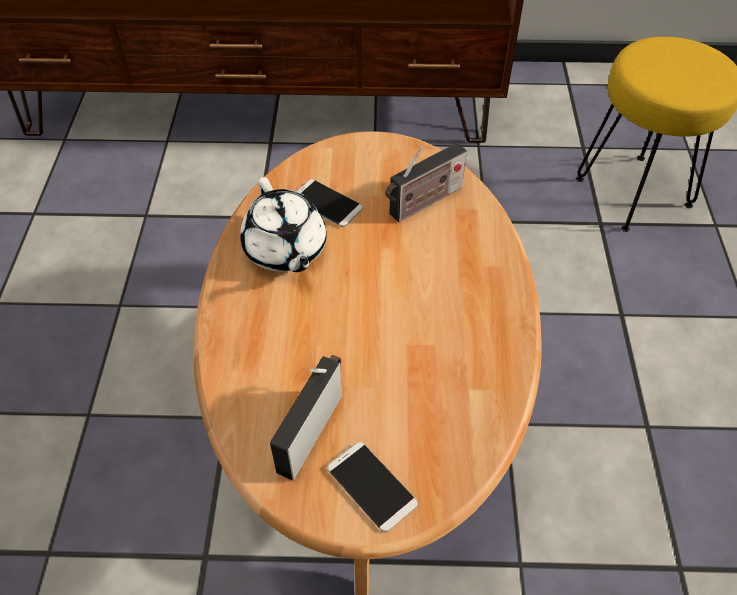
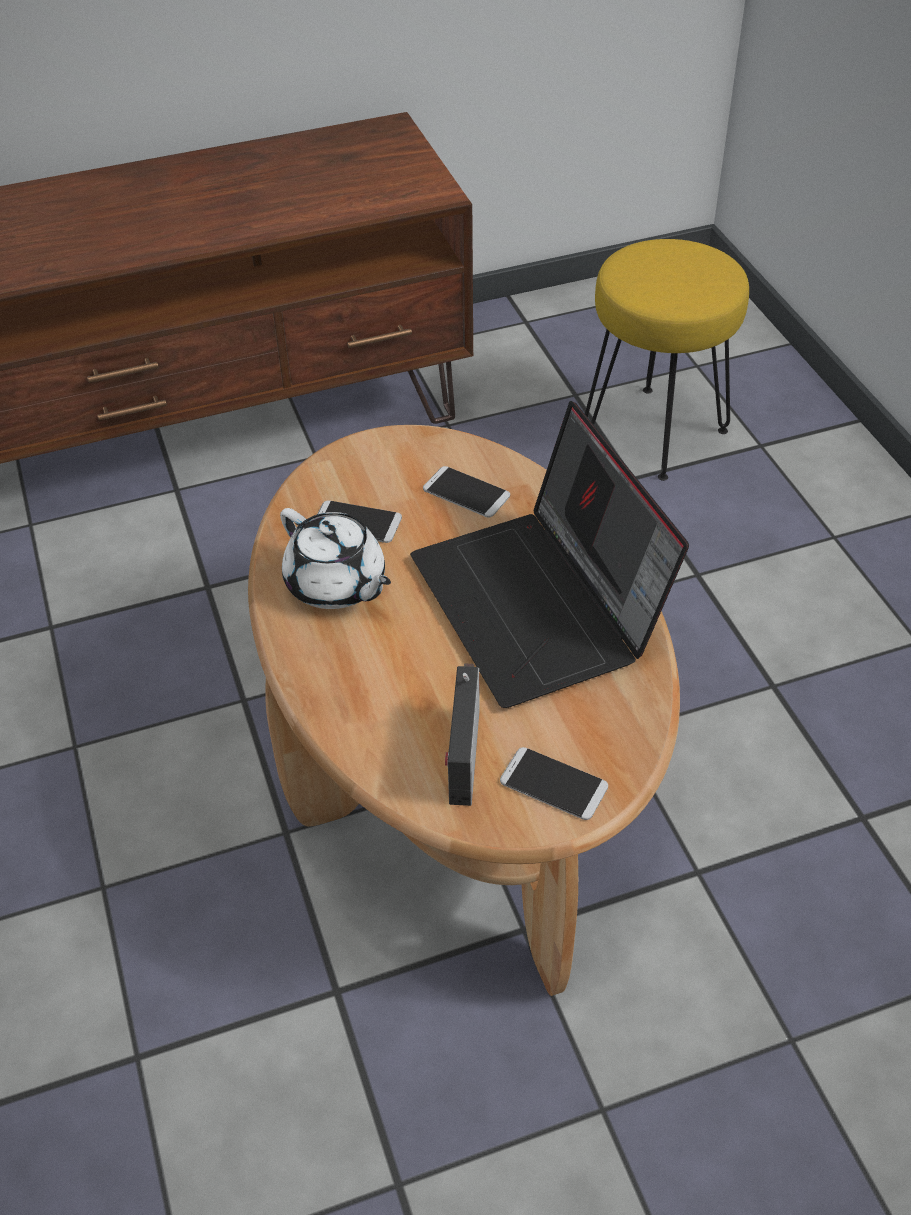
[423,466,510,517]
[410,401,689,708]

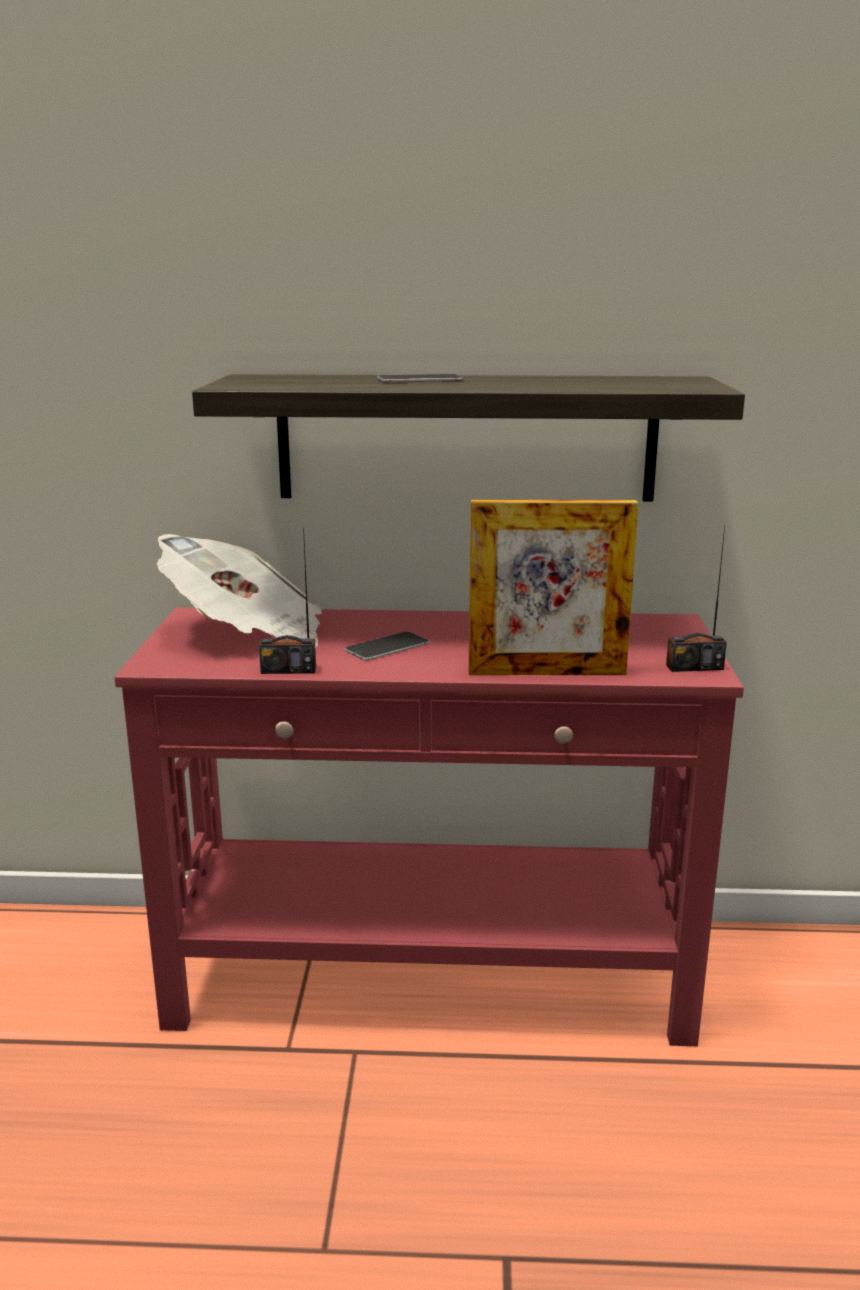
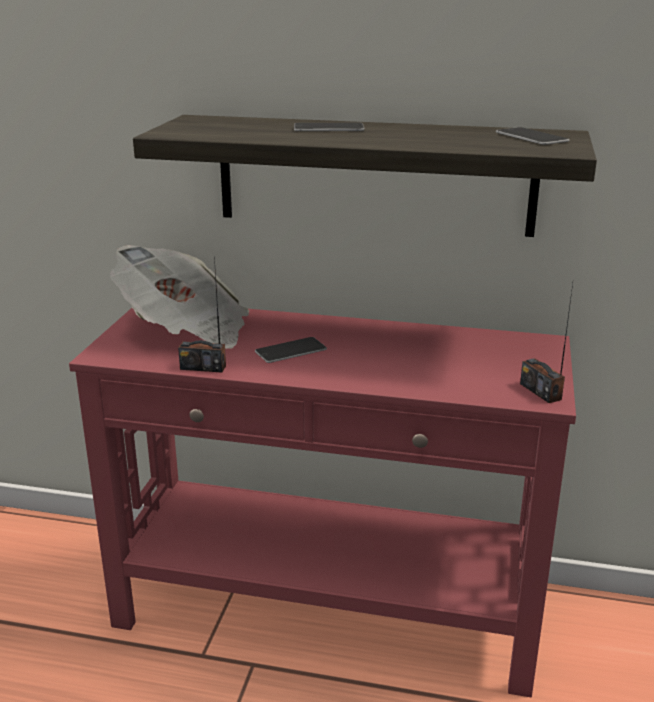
[469,500,638,675] (first image)
[520,284,573,403]
[496,127,569,145]

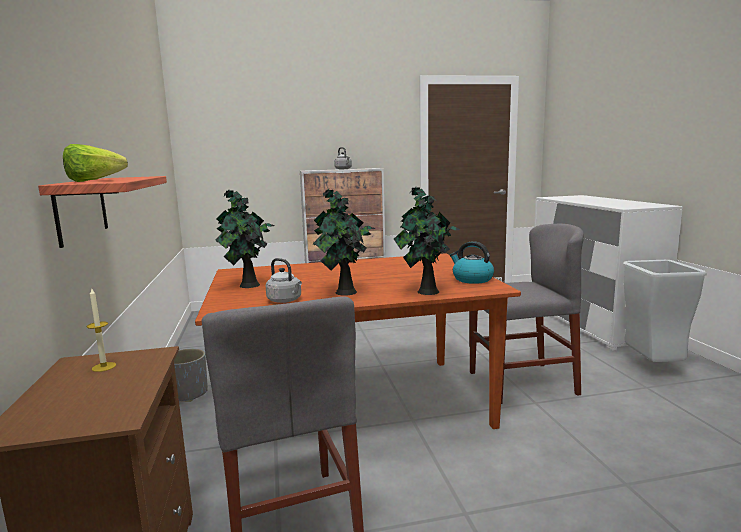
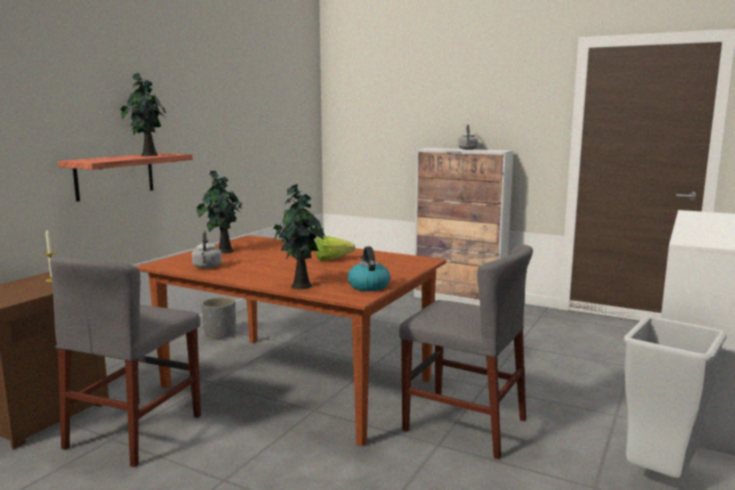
[315,236,355,261]
[120,73,166,156]

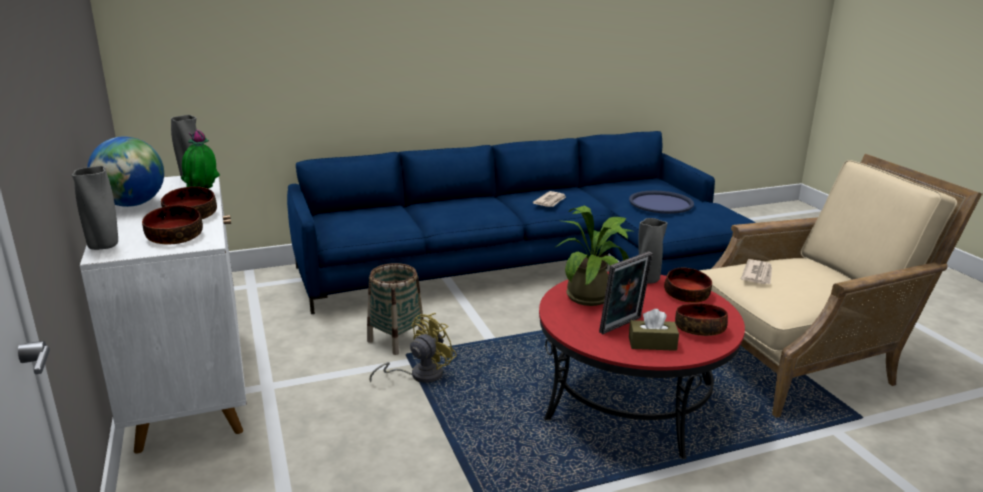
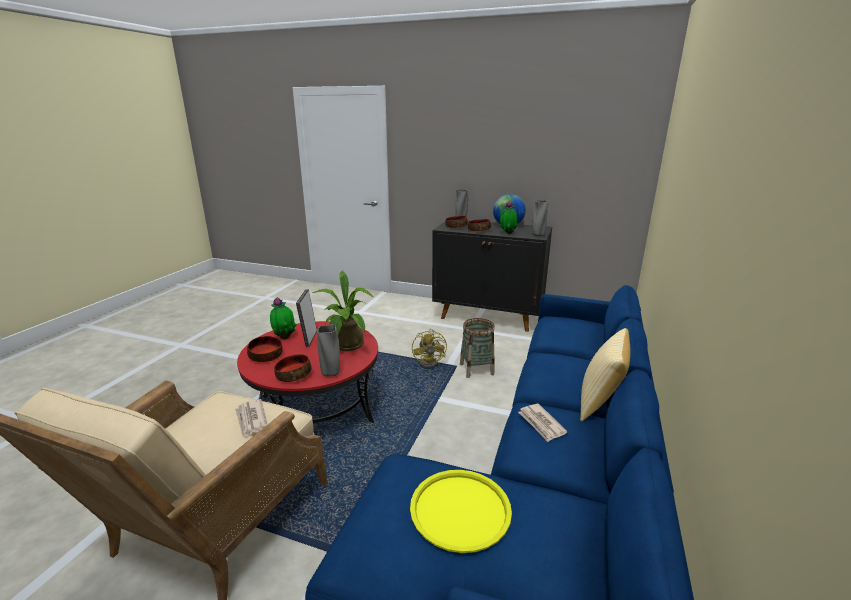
[432,220,552,332]
[410,470,512,553]
[270,297,297,339]
[580,328,631,421]

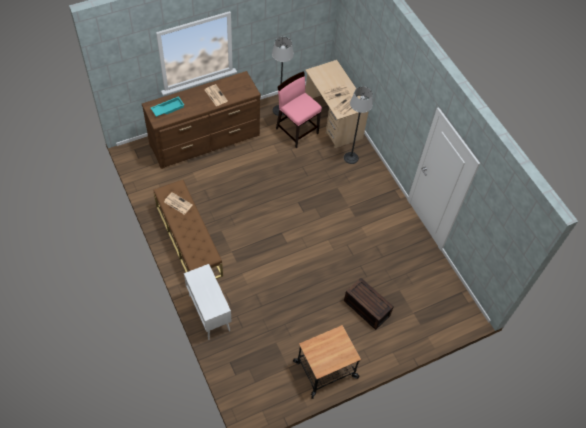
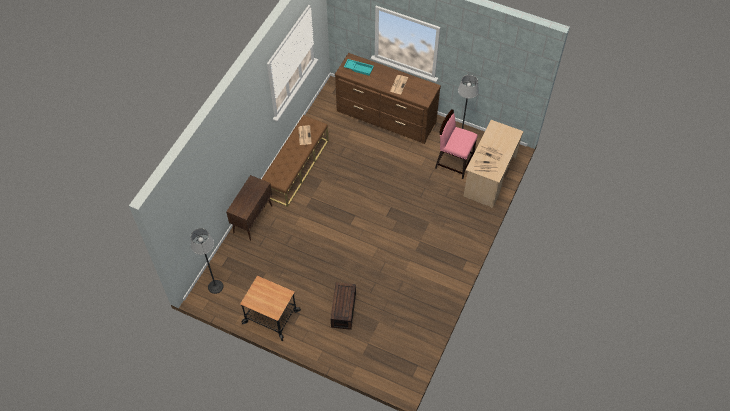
[226,175,272,241]
[435,109,478,179]
[191,228,224,294]

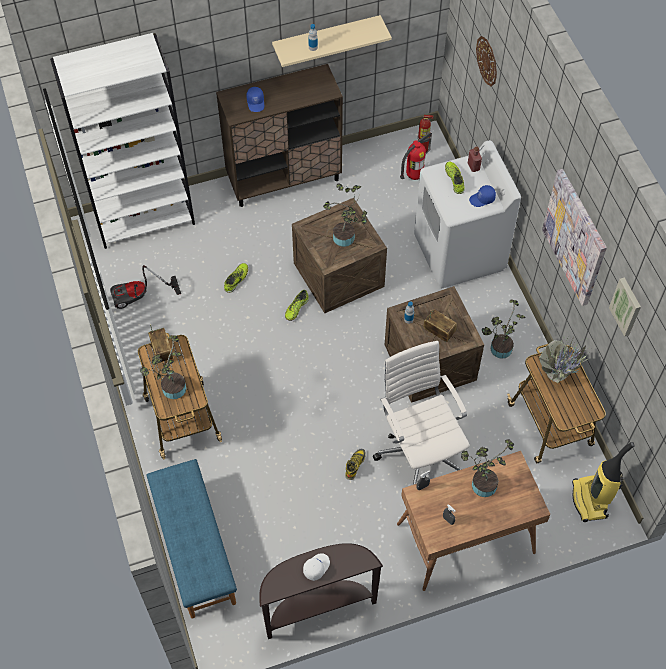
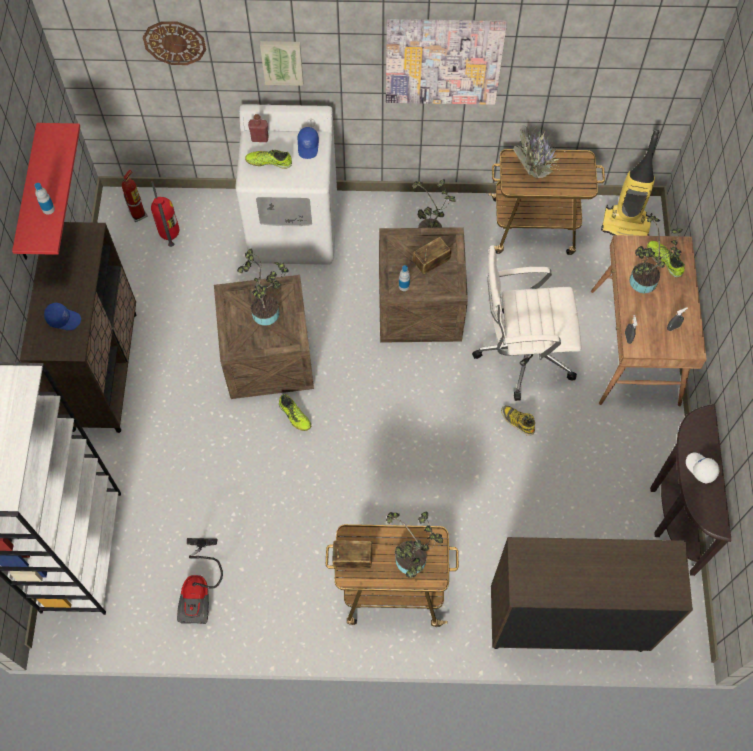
[491,537,693,652]
[647,241,685,277]
[12,123,80,260]
[260,41,303,86]

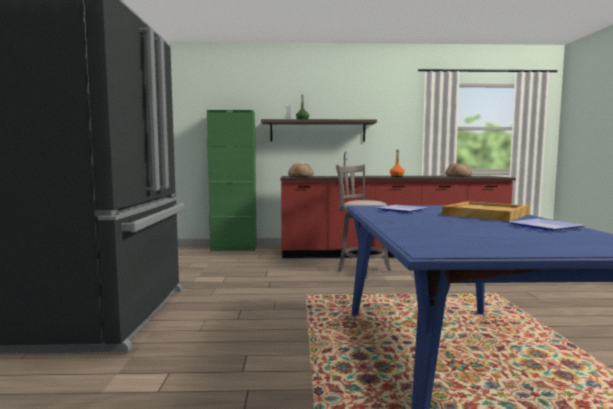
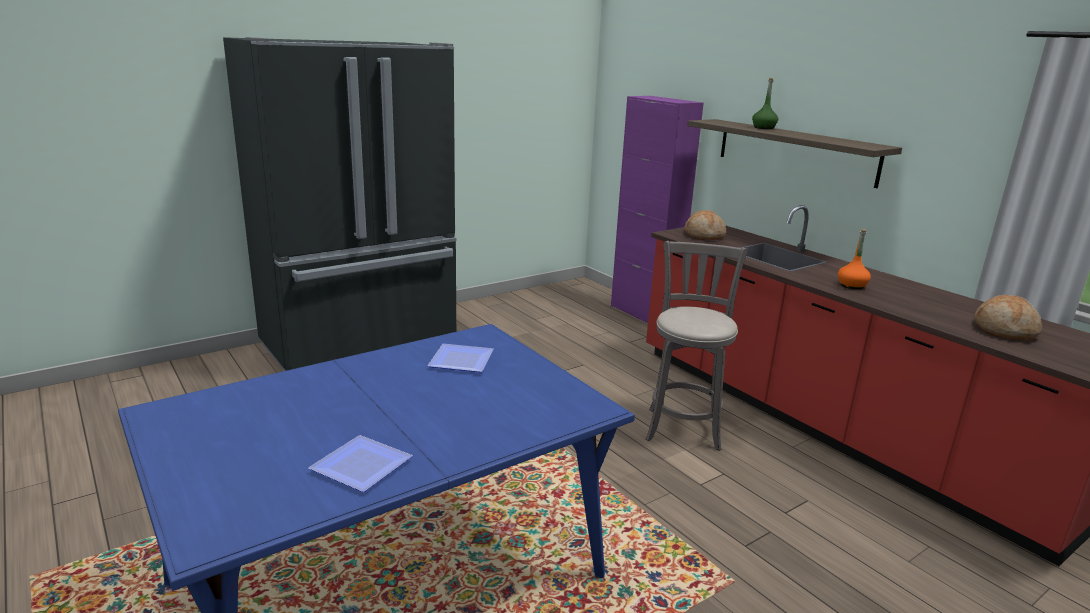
[611,96,704,323]
[442,201,529,221] (first image)

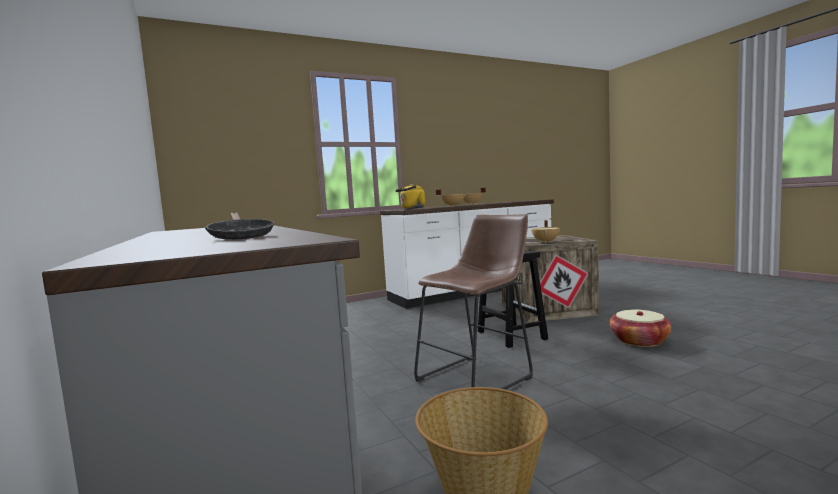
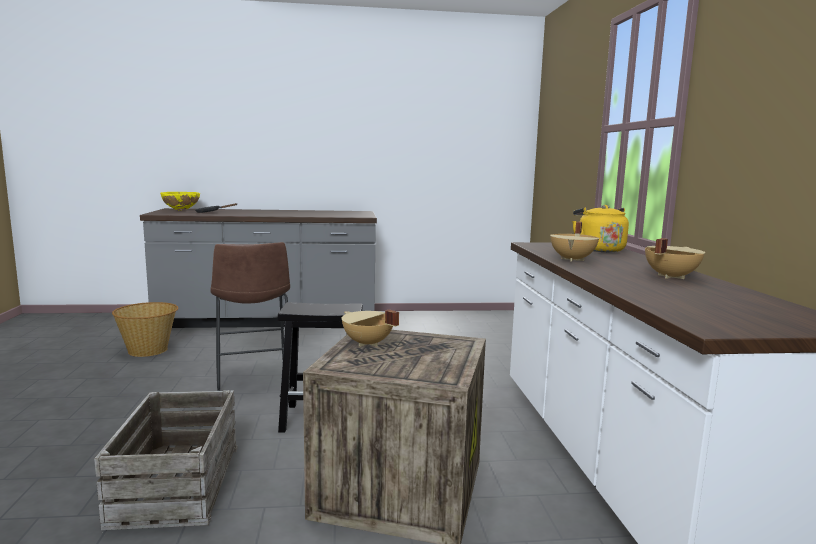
[94,390,238,530]
[160,192,200,211]

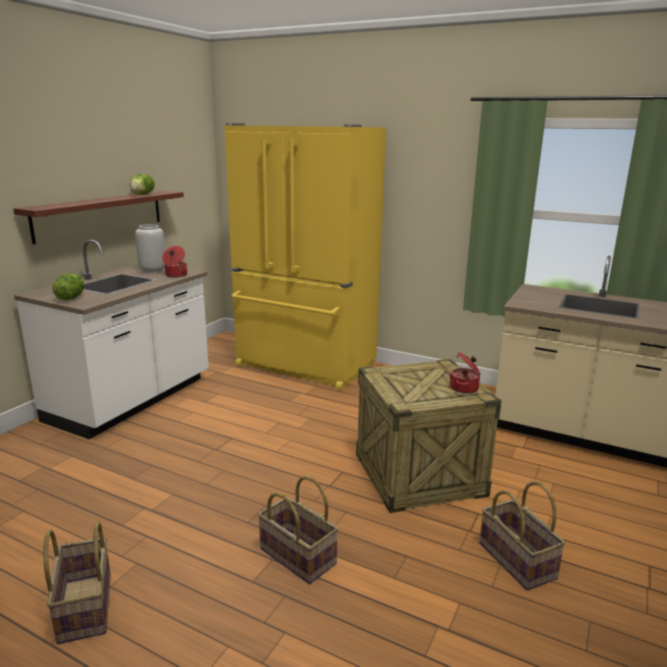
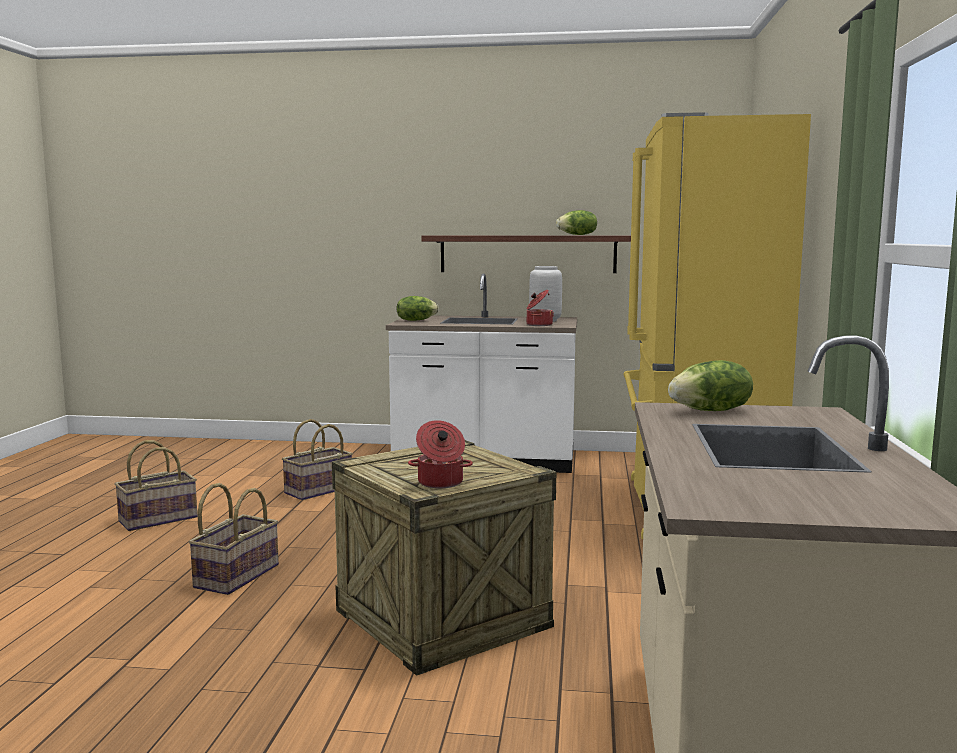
[282,419,353,500]
[668,360,753,411]

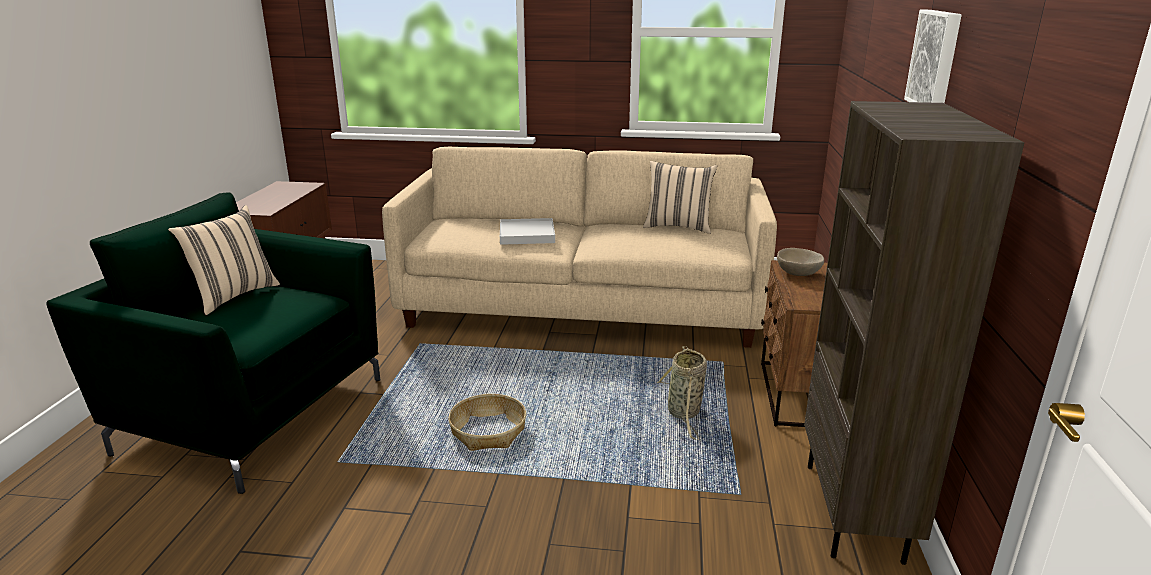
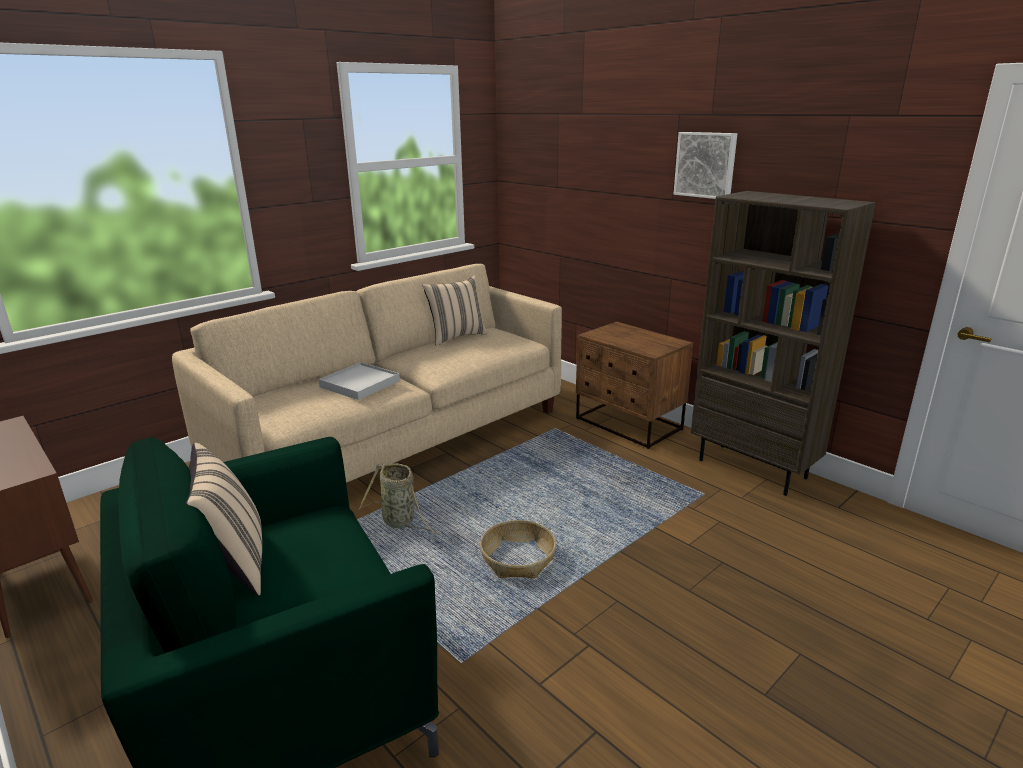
[359,463,439,535]
[777,248,824,276] (first image)

